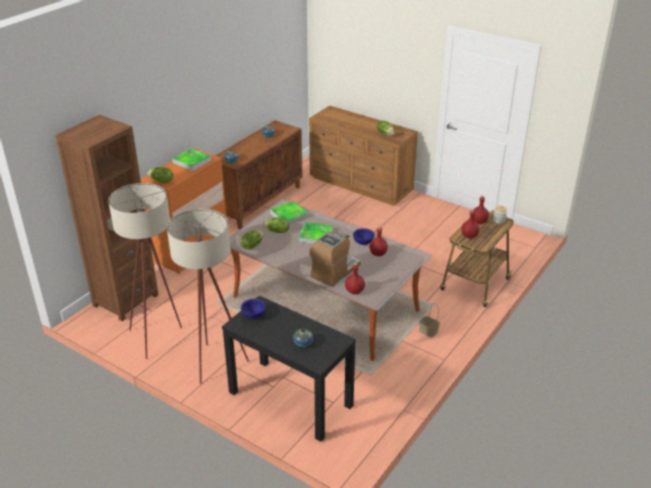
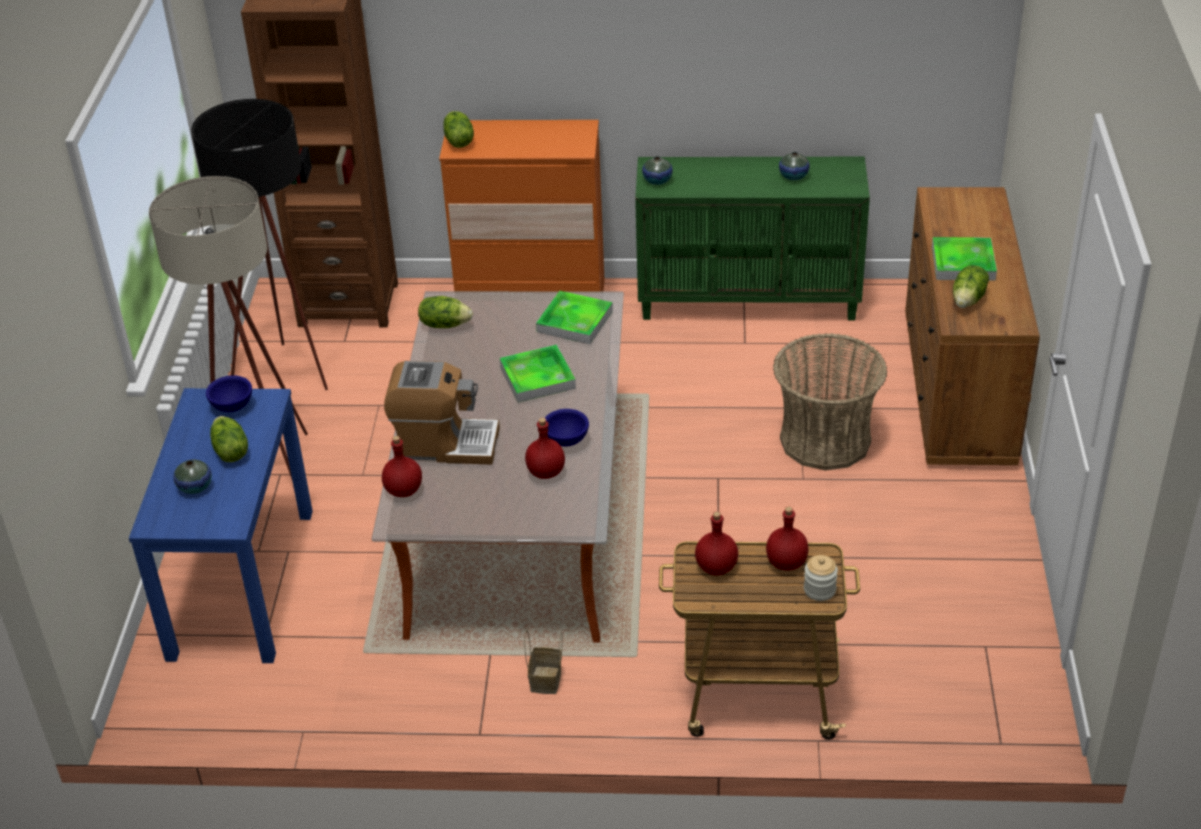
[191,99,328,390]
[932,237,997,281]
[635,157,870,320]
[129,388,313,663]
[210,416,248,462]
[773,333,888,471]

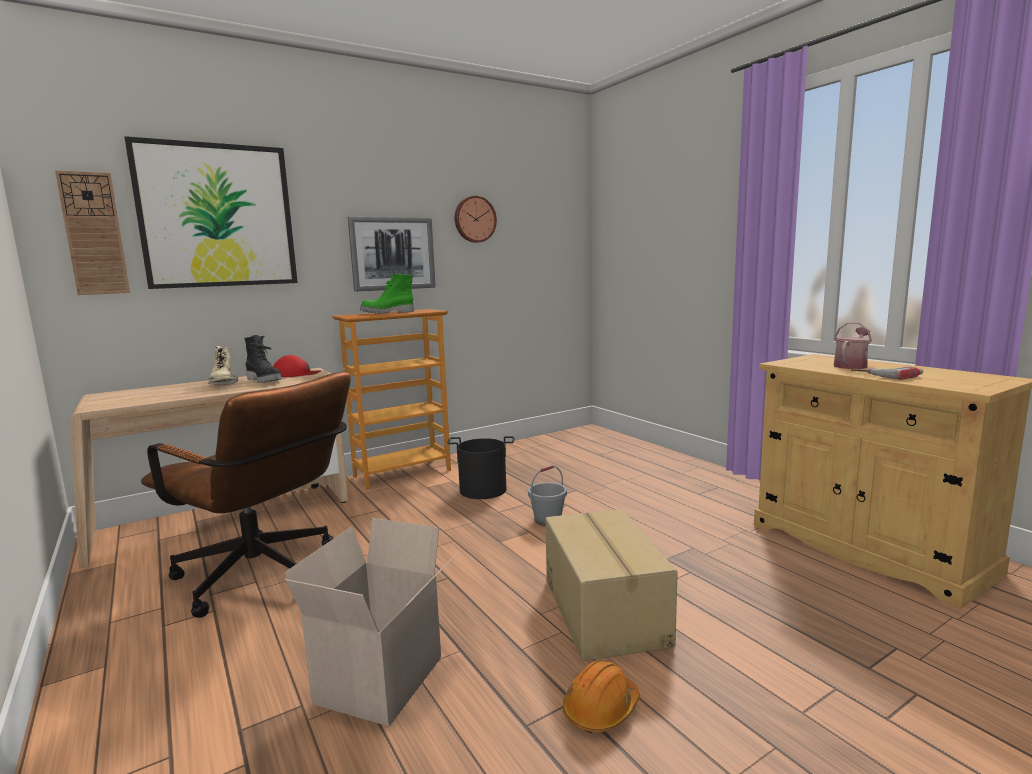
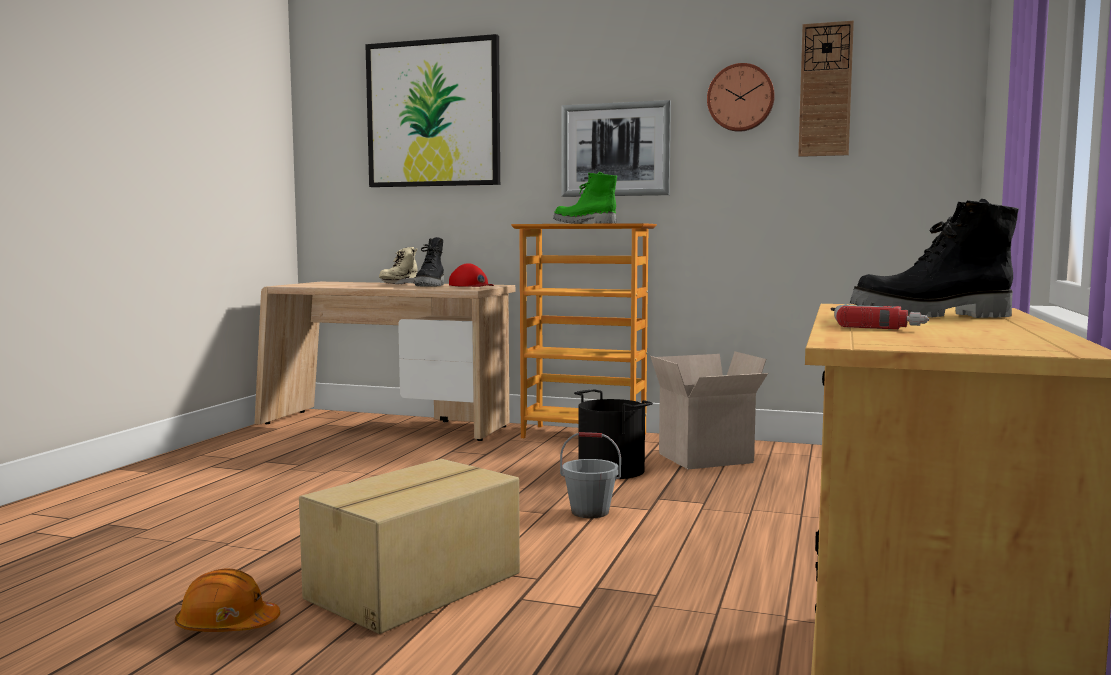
[798,20,854,157]
[141,372,351,618] (first image)
[650,352,768,469]
[850,199,1019,318]

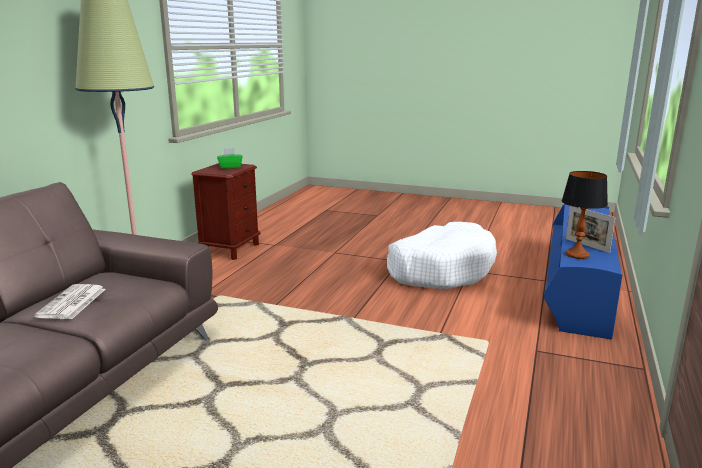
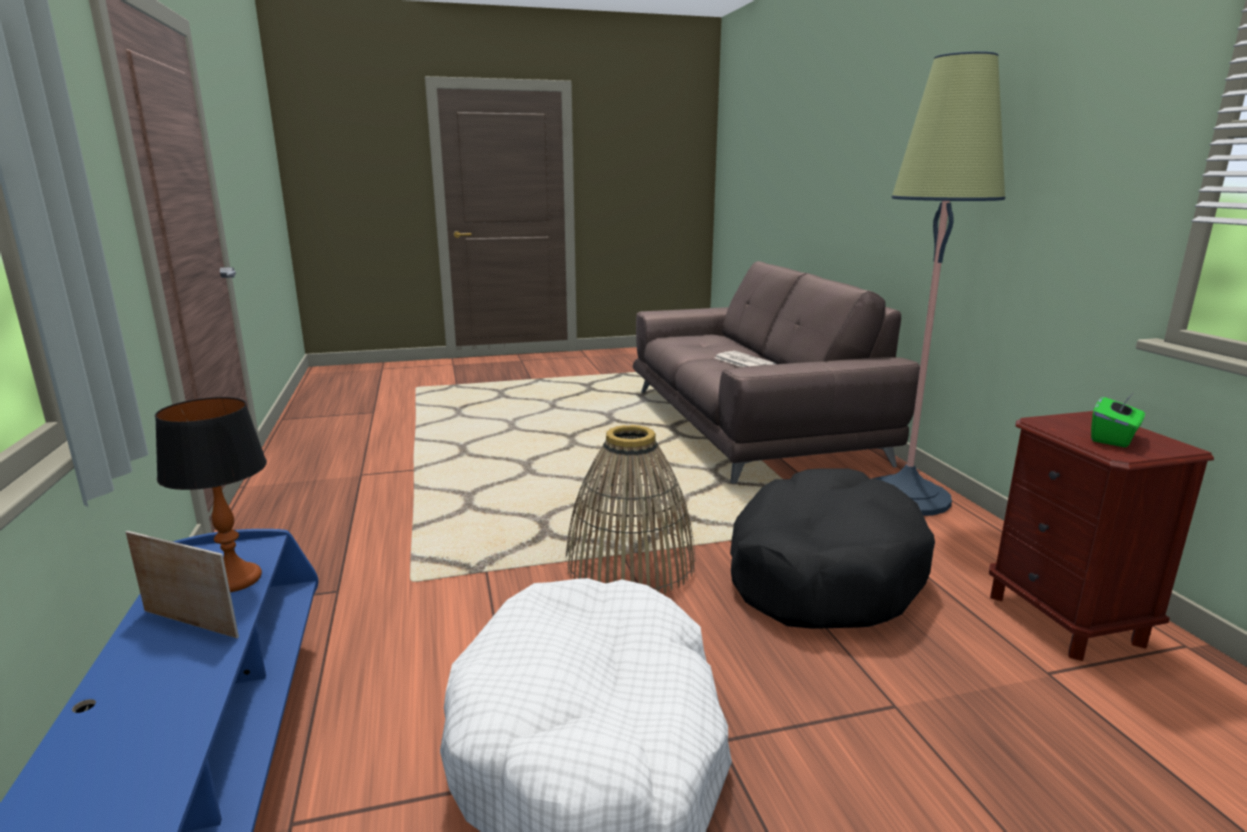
[565,425,696,594]
[730,468,935,629]

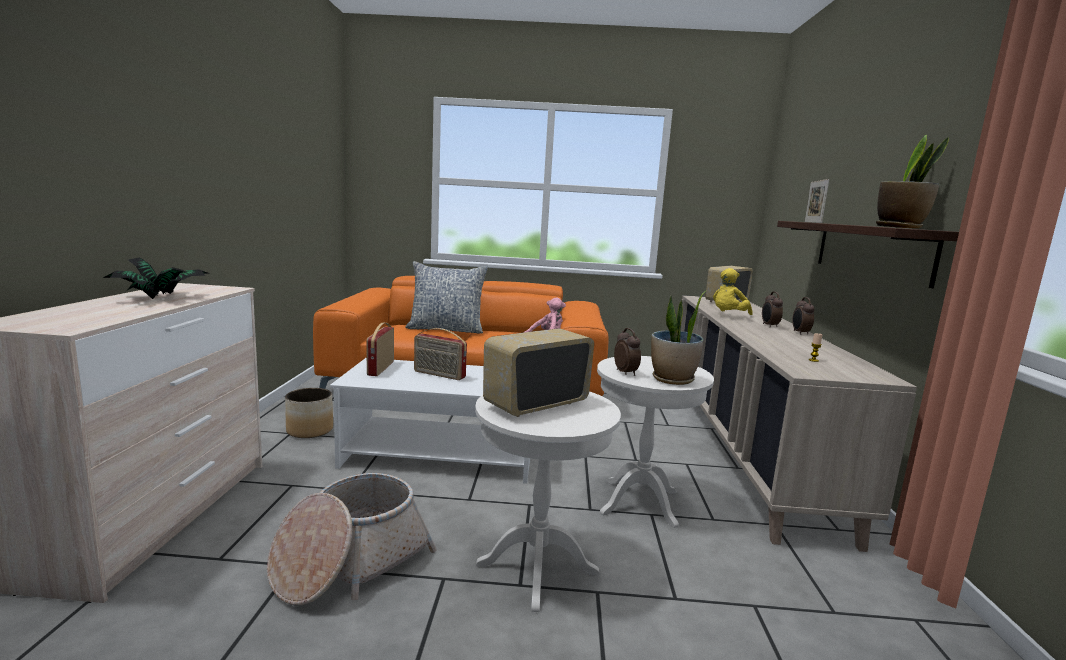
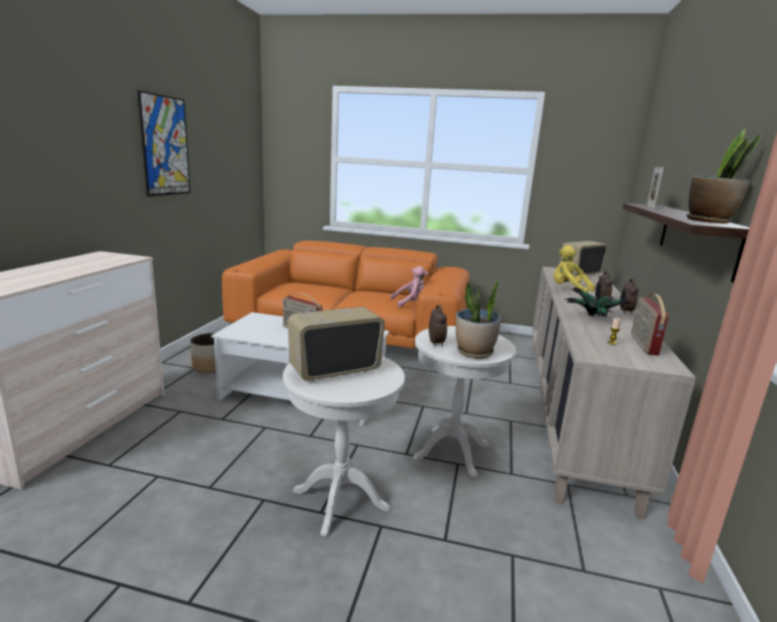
[564,288,631,317]
[267,473,437,605] (first image)
[631,294,669,356]
[405,261,488,334] (first image)
[554,245,595,293]
[137,90,190,197]

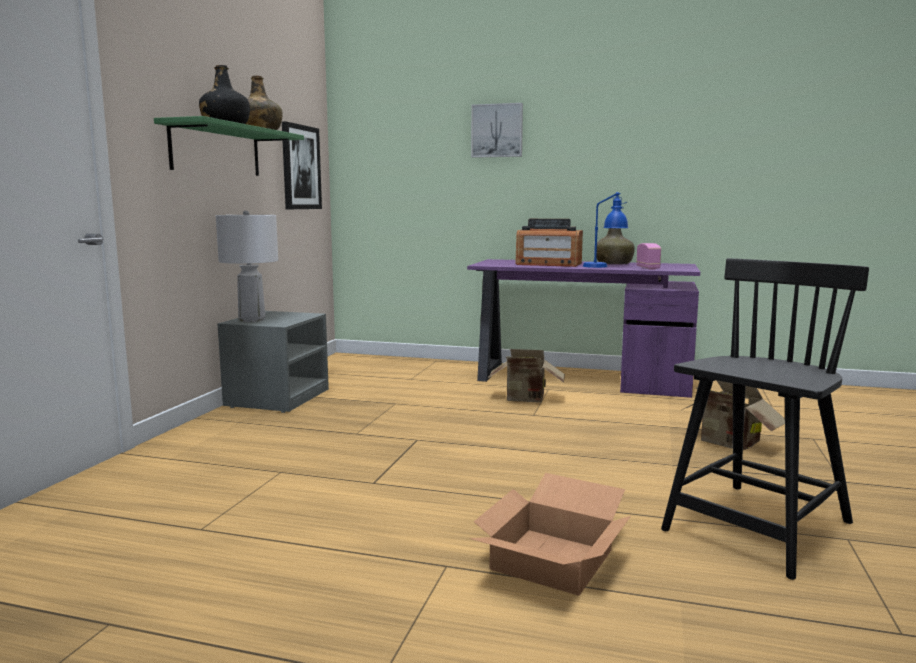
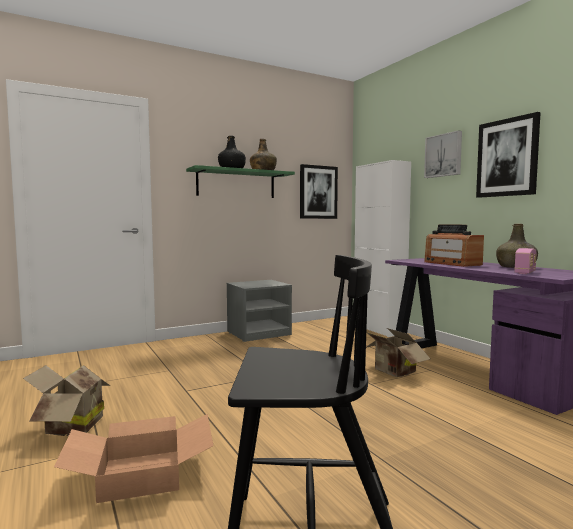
[216,211,278,322] (first image)
[583,192,629,268] (first image)
[23,365,110,436]
[355,160,411,337]
[476,112,541,198]

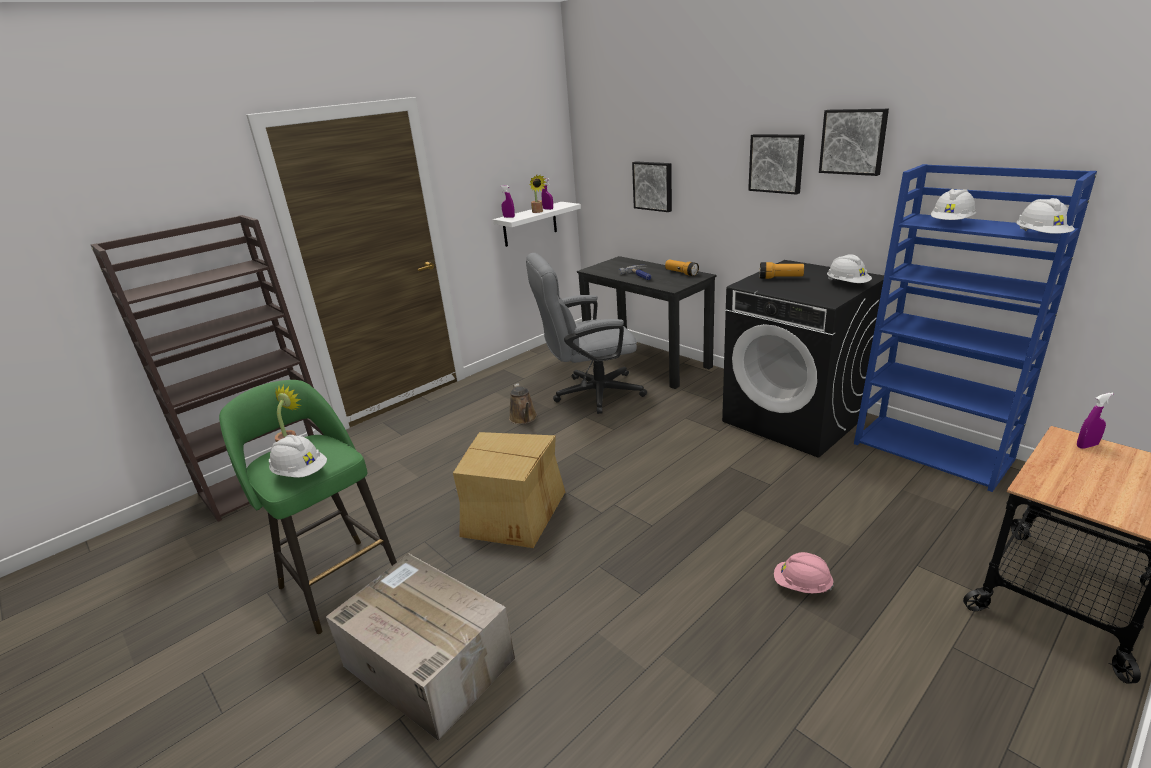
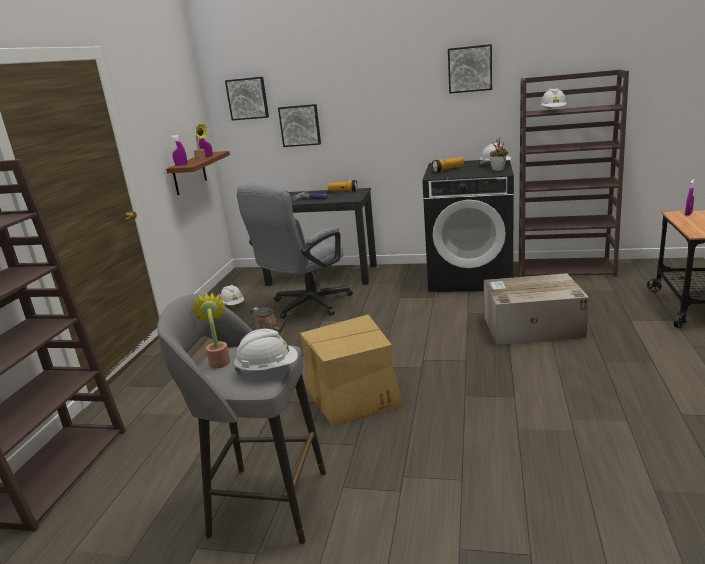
[157,294,326,544]
[484,273,589,345]
[166,151,230,195]
[225,77,269,121]
[774,552,834,593] (first image)
[519,69,629,277]
[220,285,244,305]
[490,137,509,171]

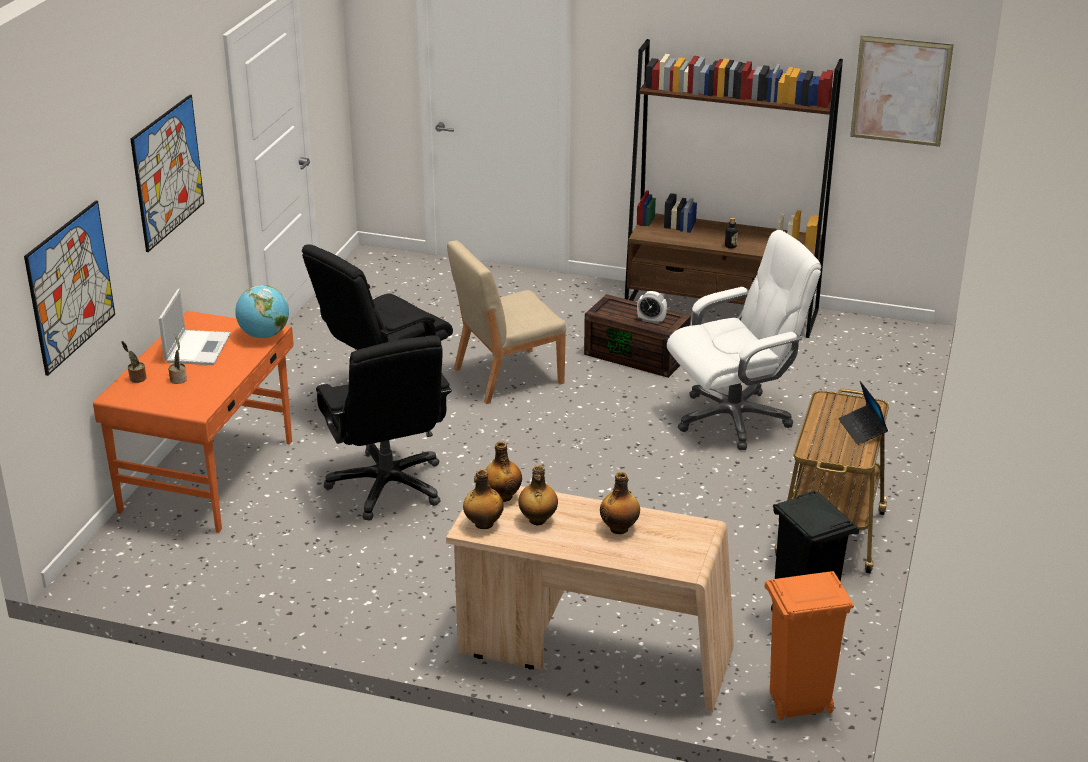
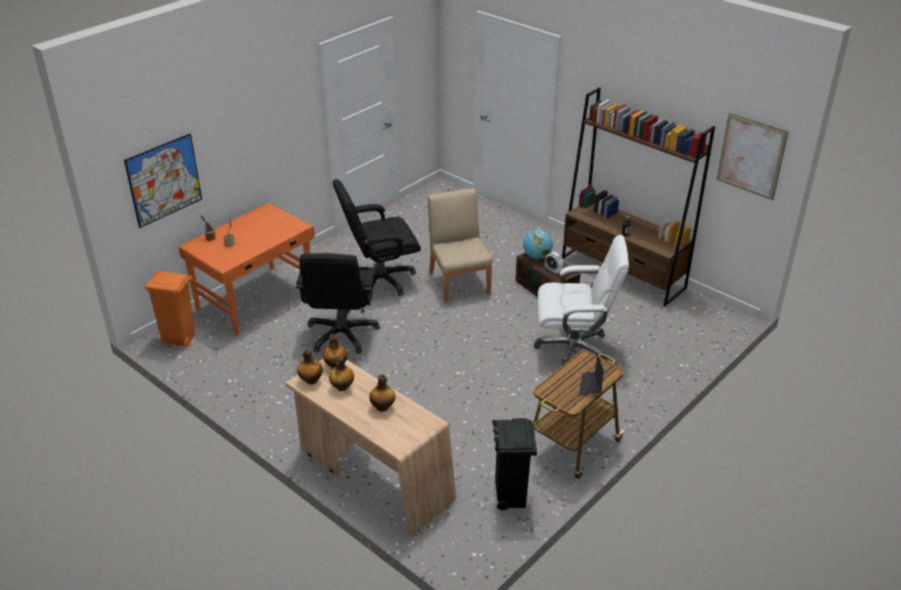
[130,95,204,252] (first image)
[159,289,231,365] (first image)
[523,228,553,259]
[428,188,493,303]
[144,271,195,347]

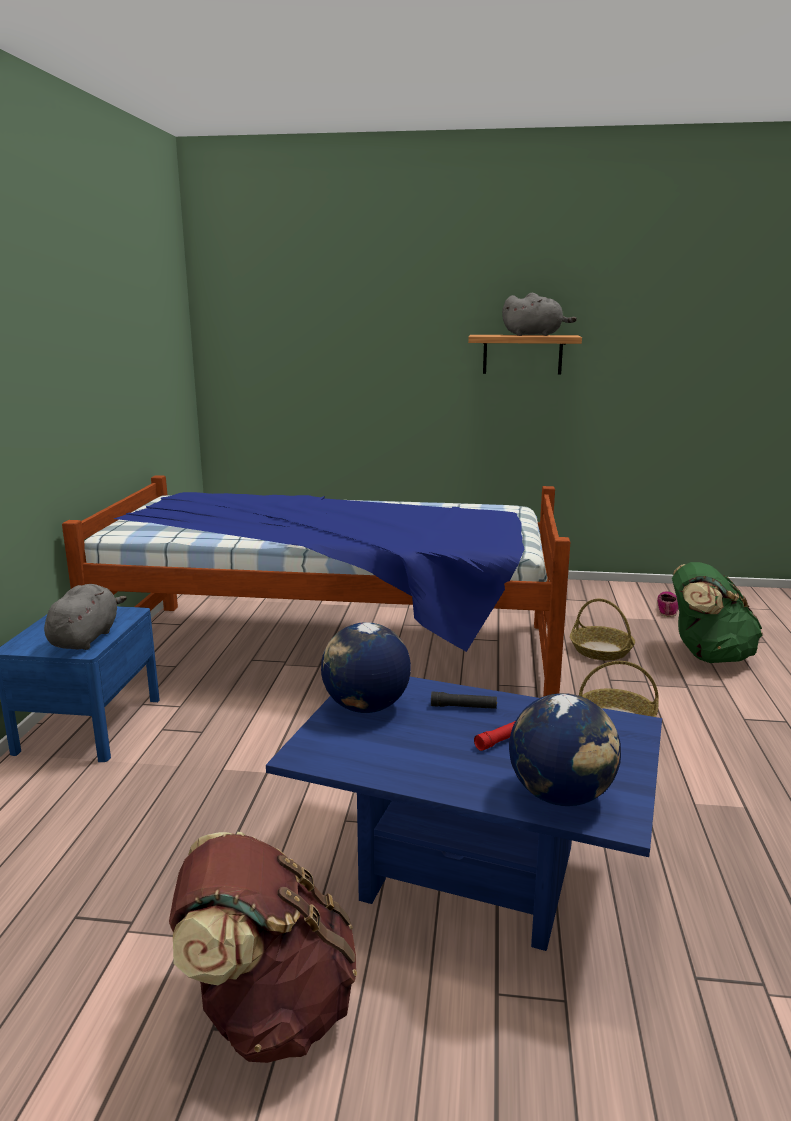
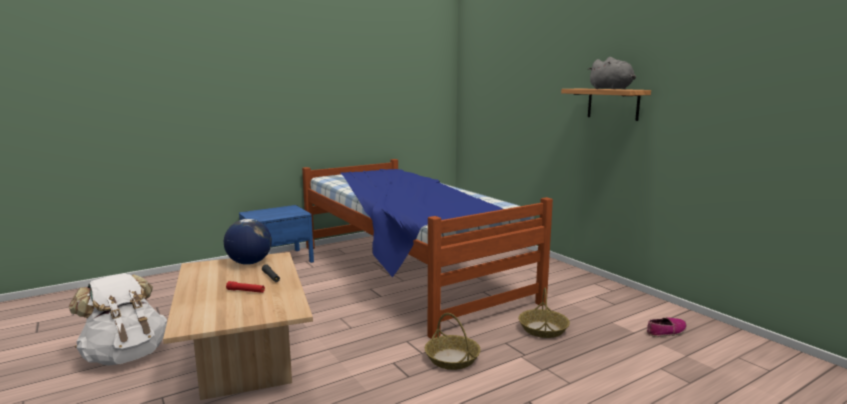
[44,584,127,650] (first image)
[69,273,167,365]
[163,252,313,400]
[509,693,621,806] (first image)
[672,562,763,663] (first image)

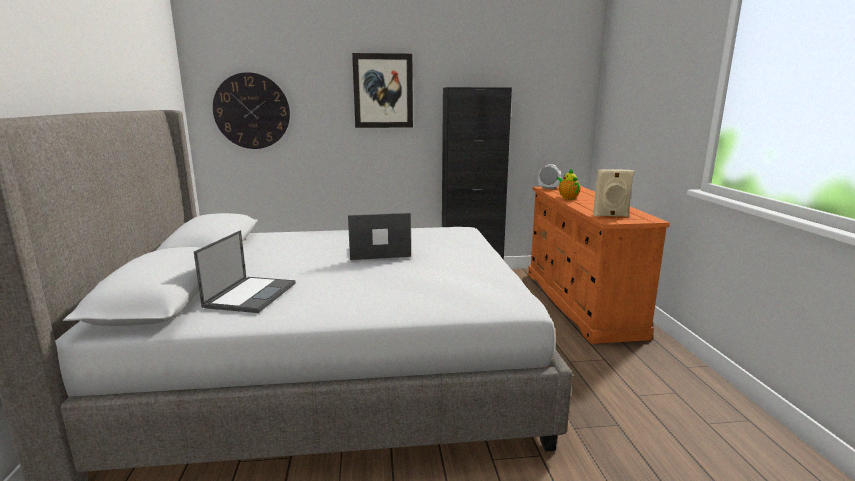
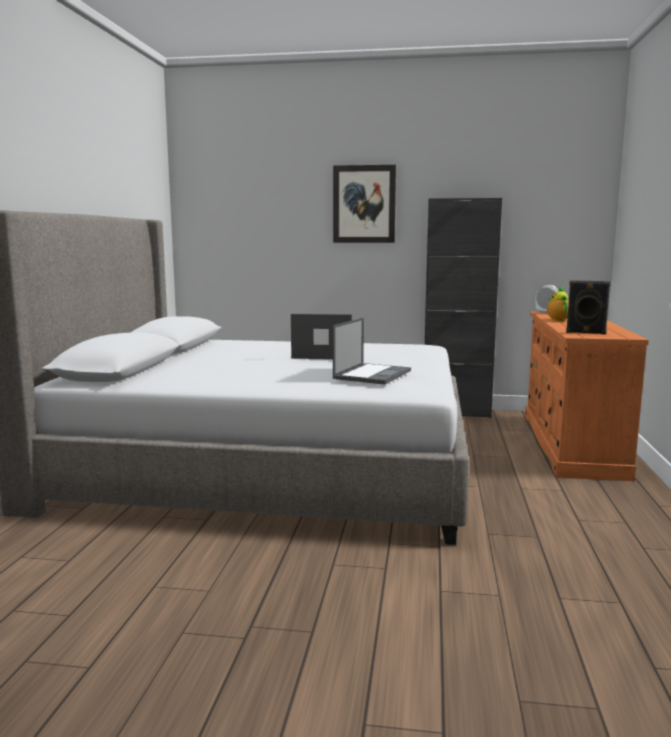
[333,318,411,385]
[213,72,290,149] (first image)
[566,280,611,334]

